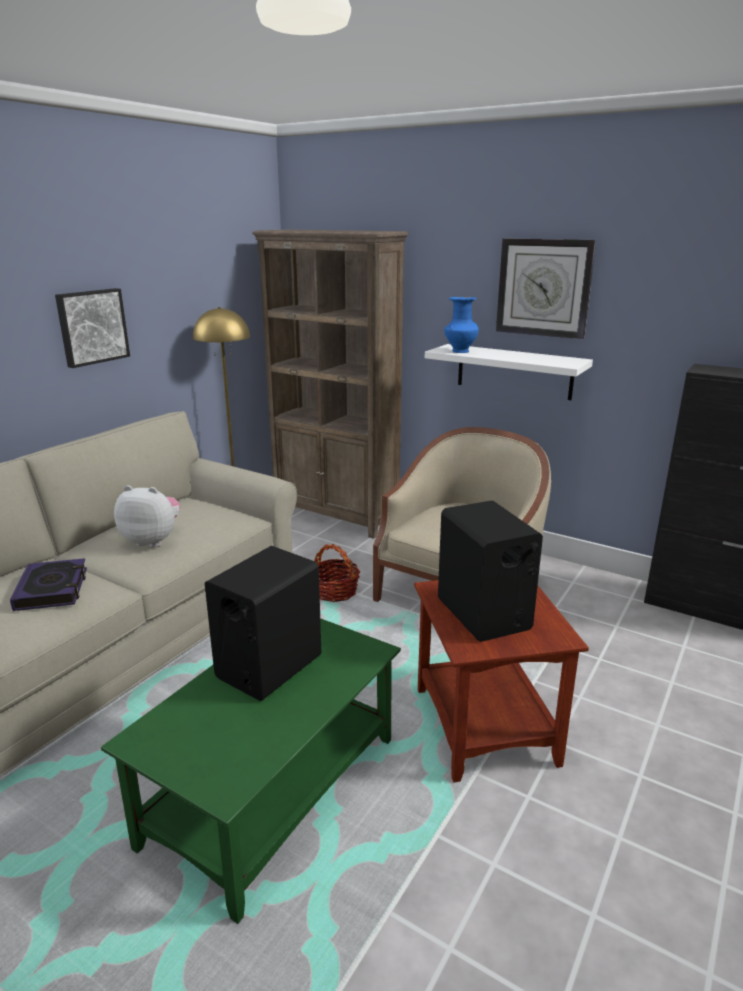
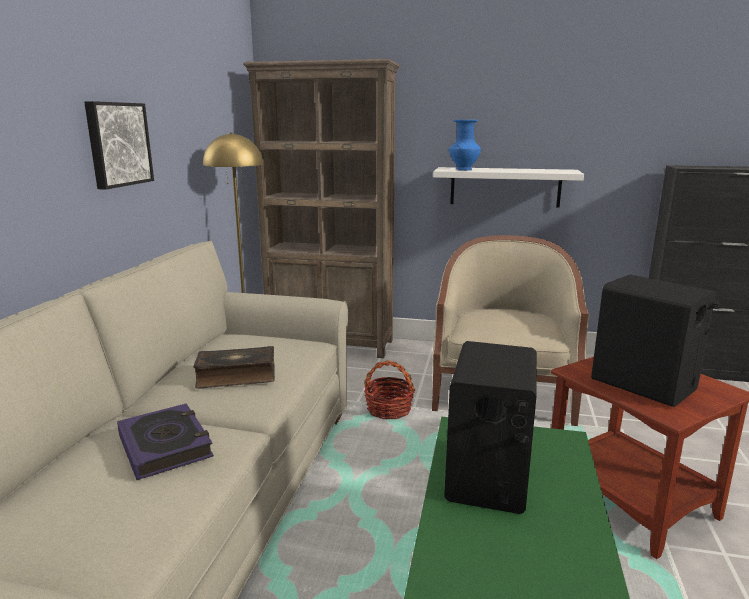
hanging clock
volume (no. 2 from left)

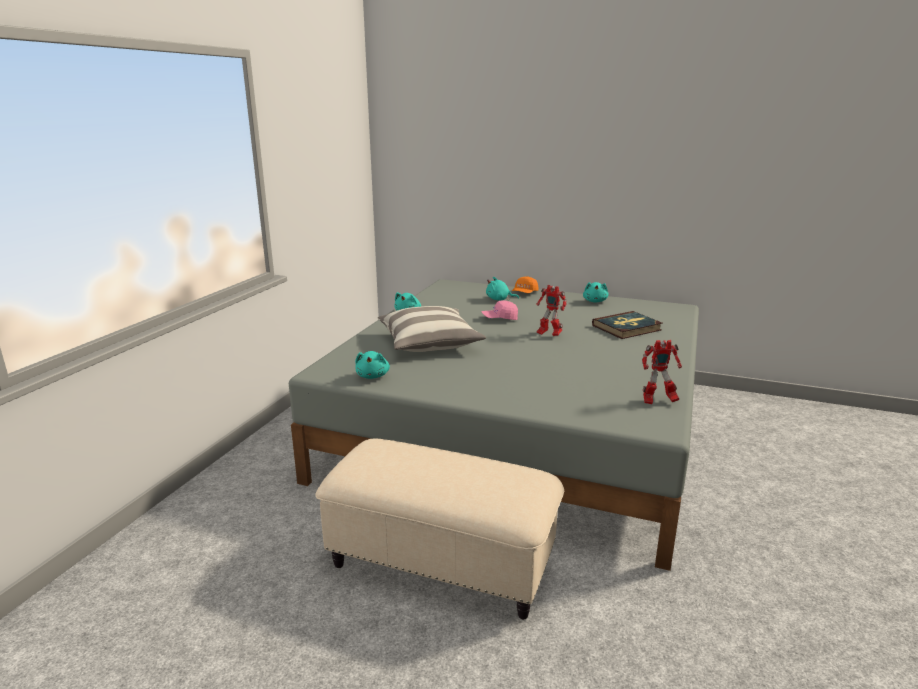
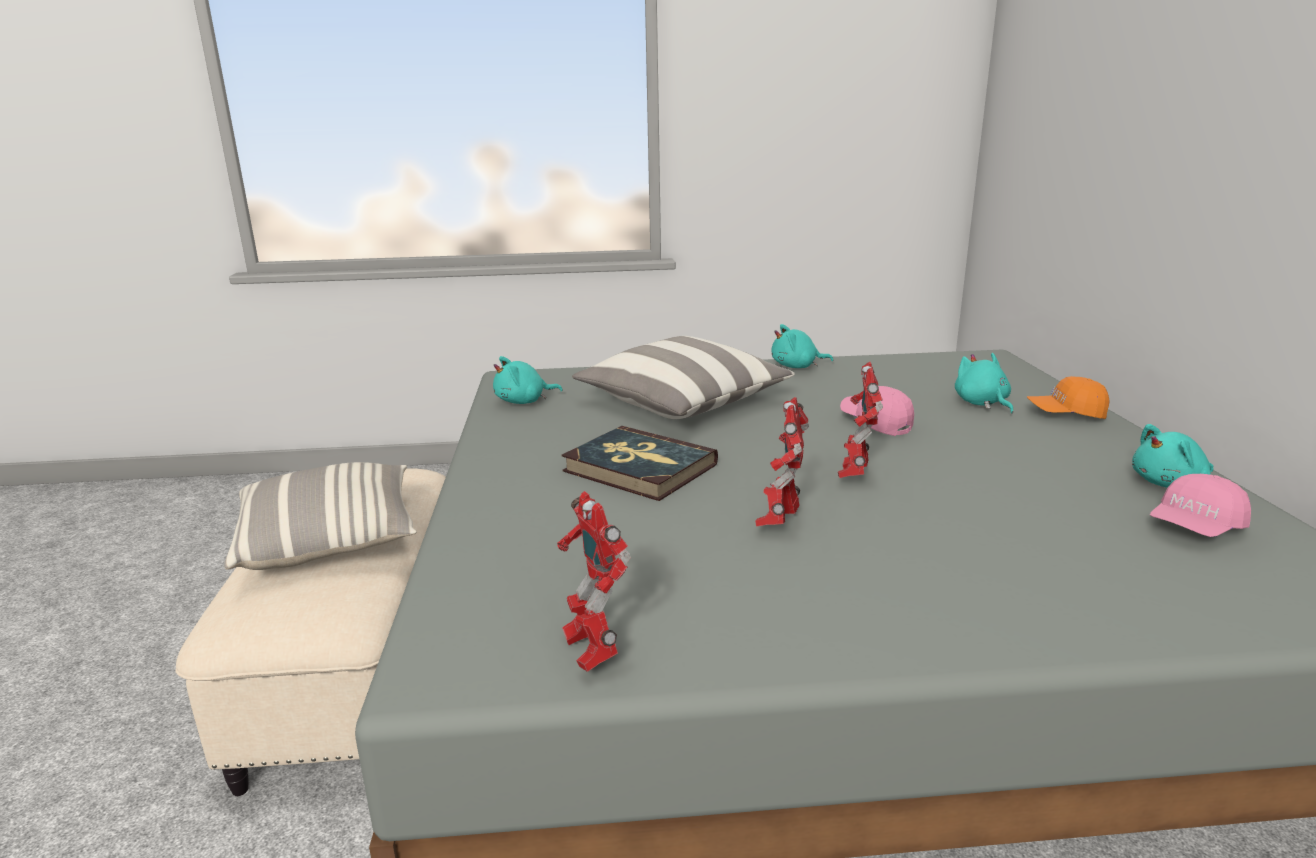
volume
model robot (no. 2 from left)
throw pillow (no. 1 from left)
baseball cap (pink-coloured) (no. 2 from left)

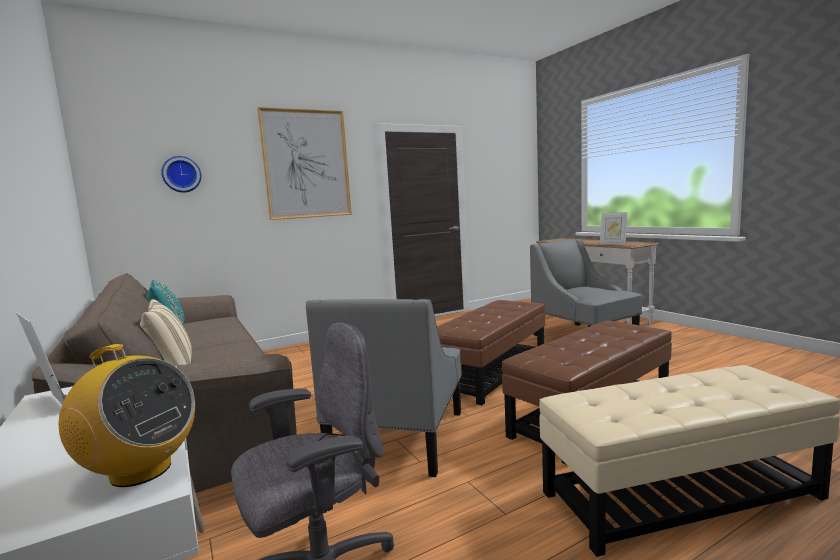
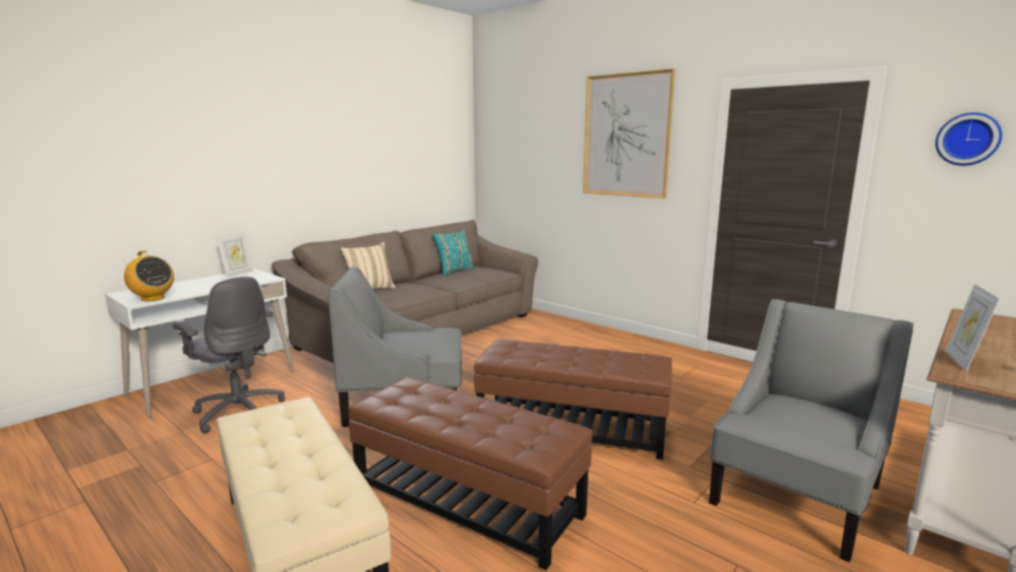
hanging clock
radio receiver

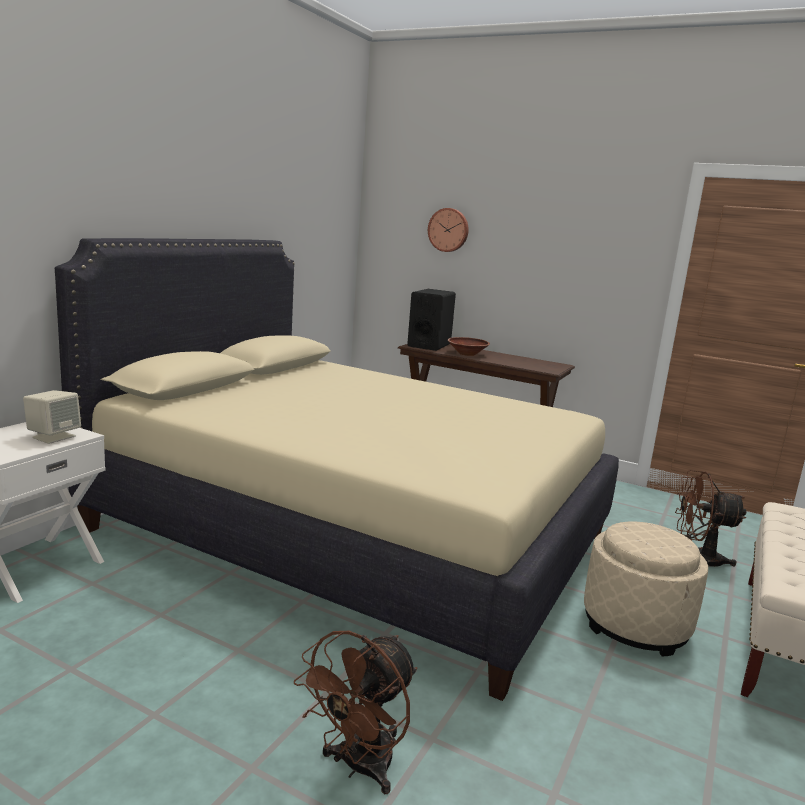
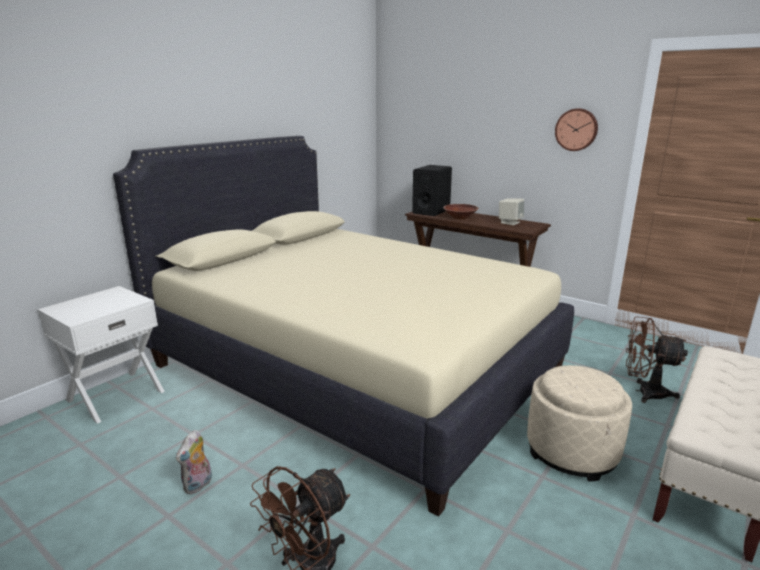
hanging clock
speaker (beige-coloured)
cuddly toy

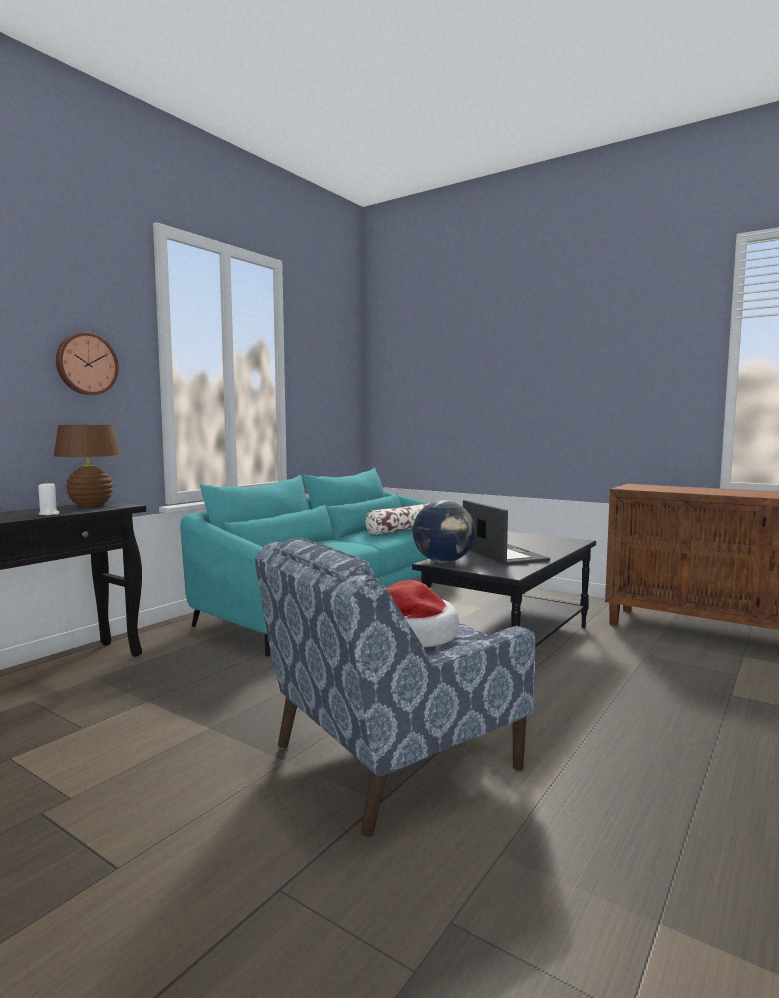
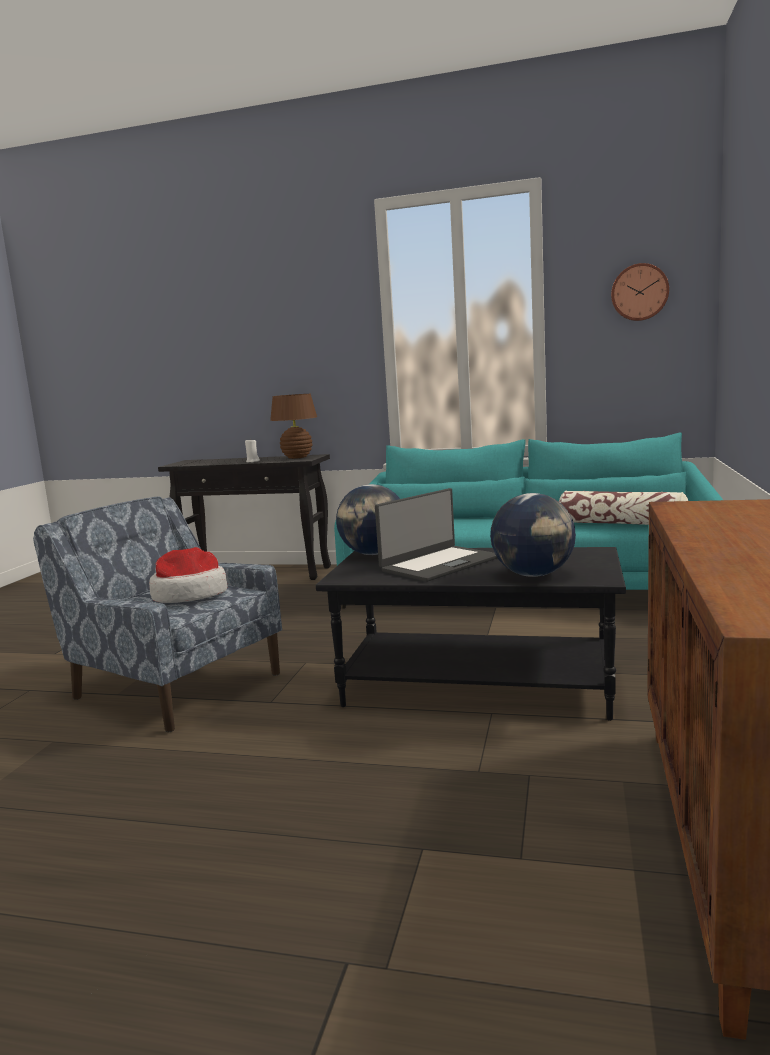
hanging clock
world globe (no. 2 from left)

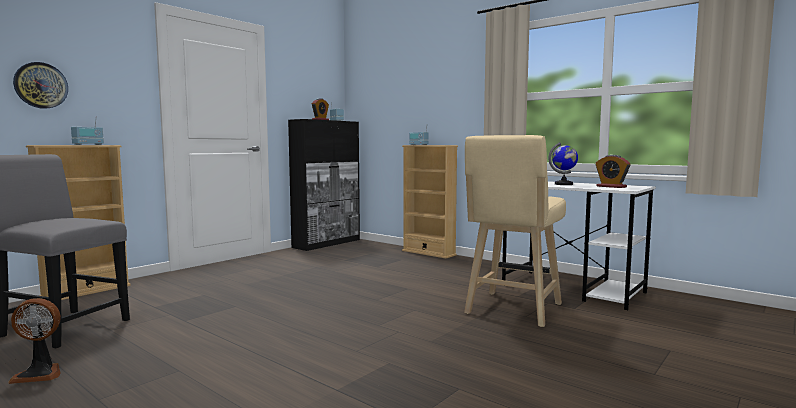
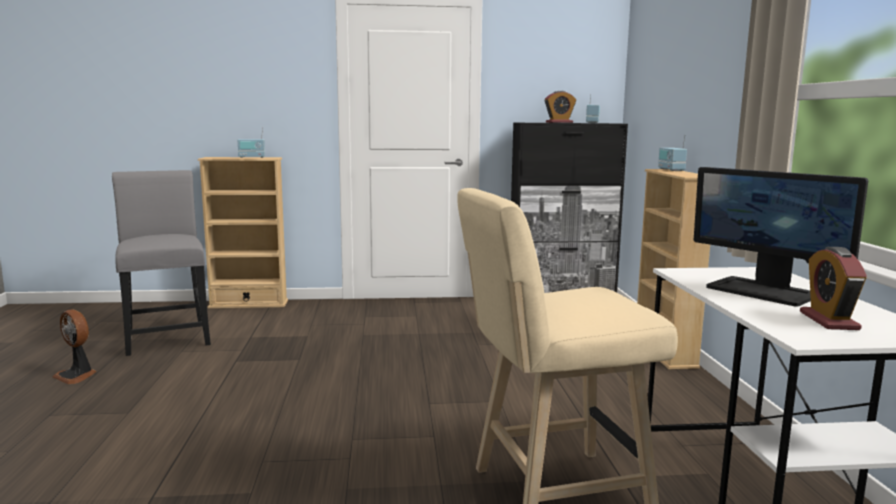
hanging clock
computer display

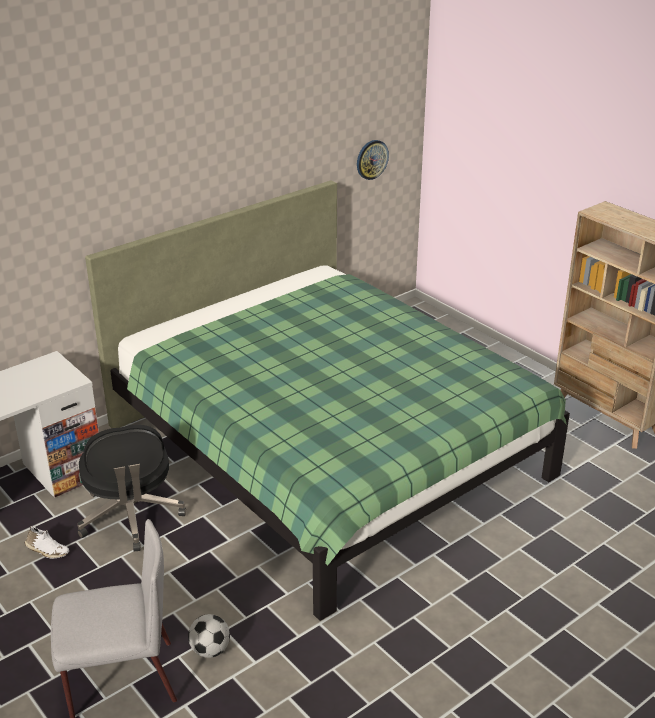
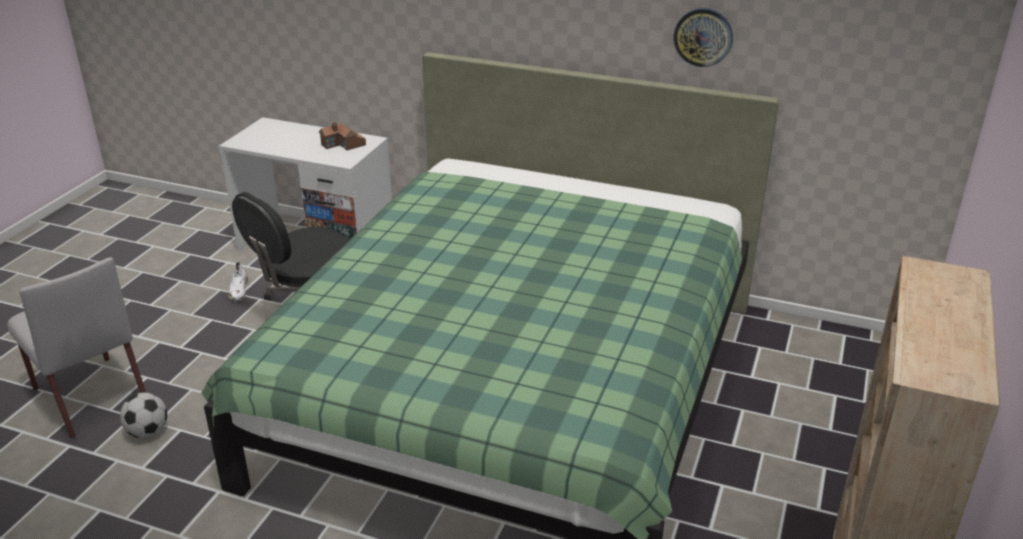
hanging clock
miniature house

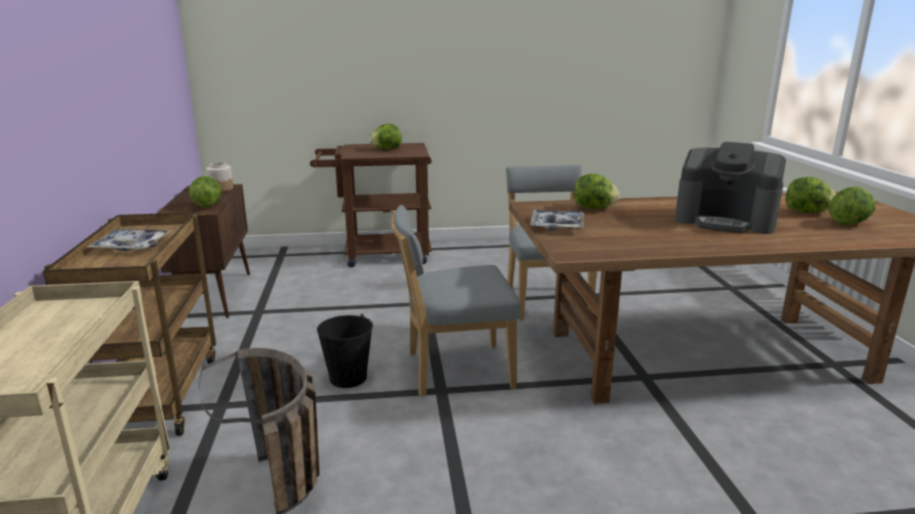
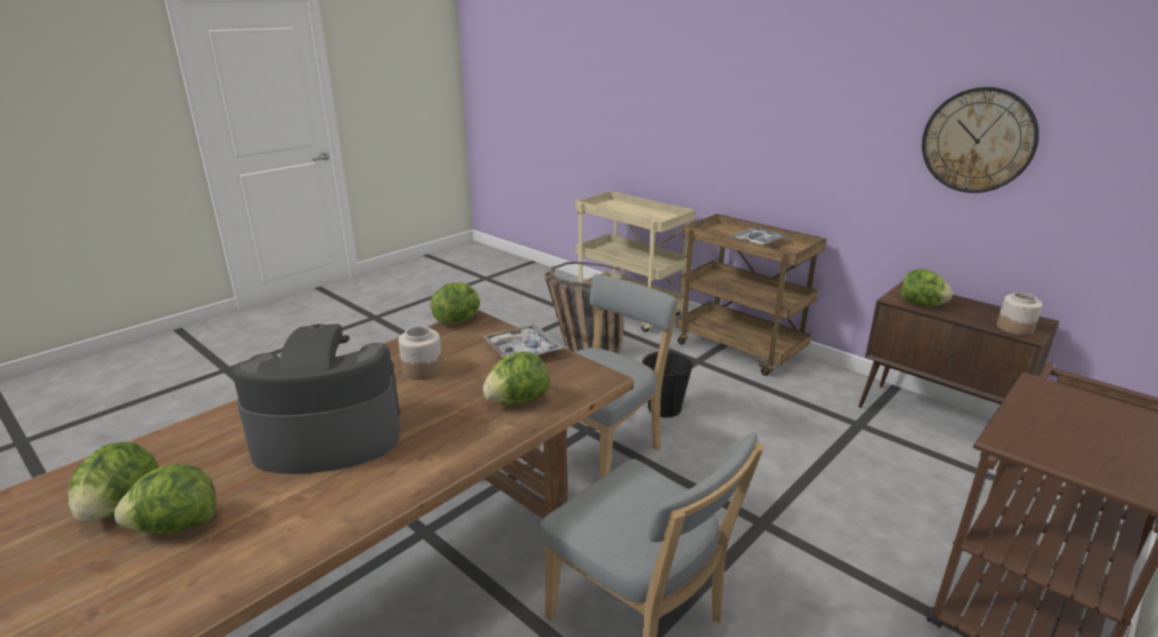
lettuce (no. 3 from left)
hanging clock
preserve jar (no. 1 from left)

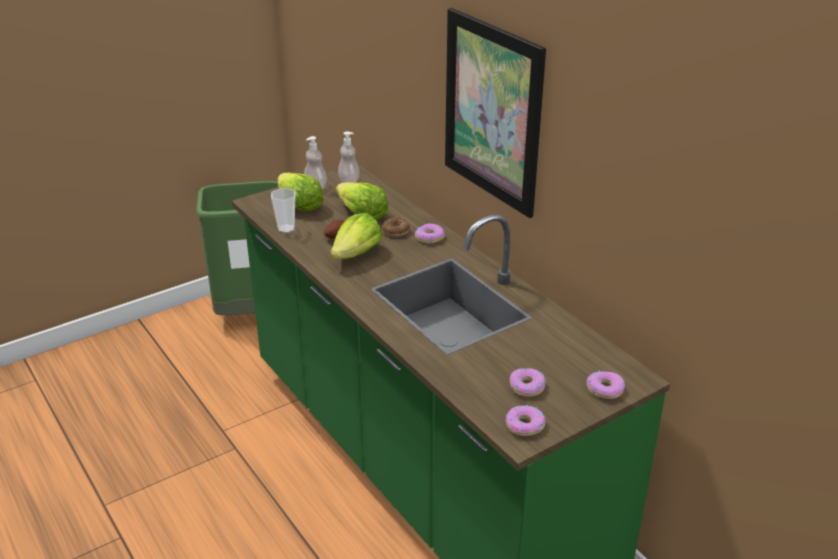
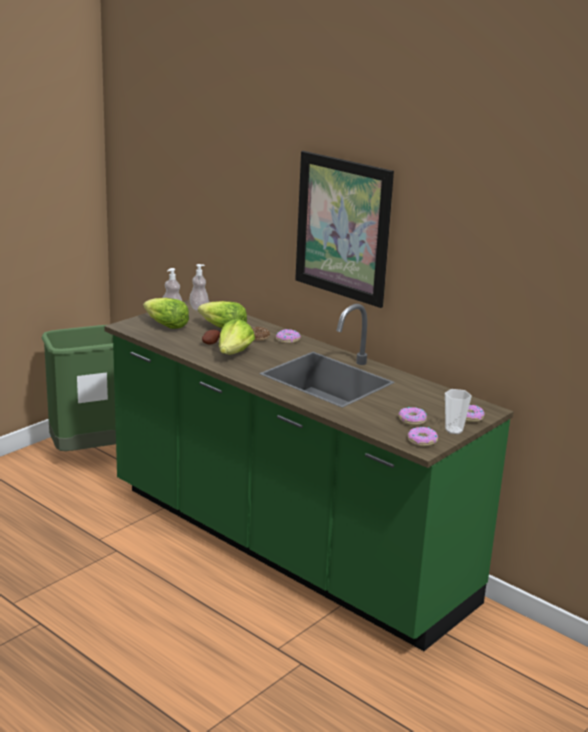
drinking cup

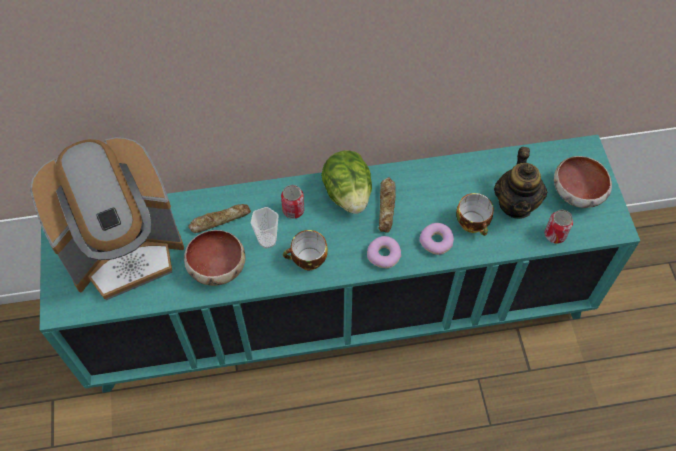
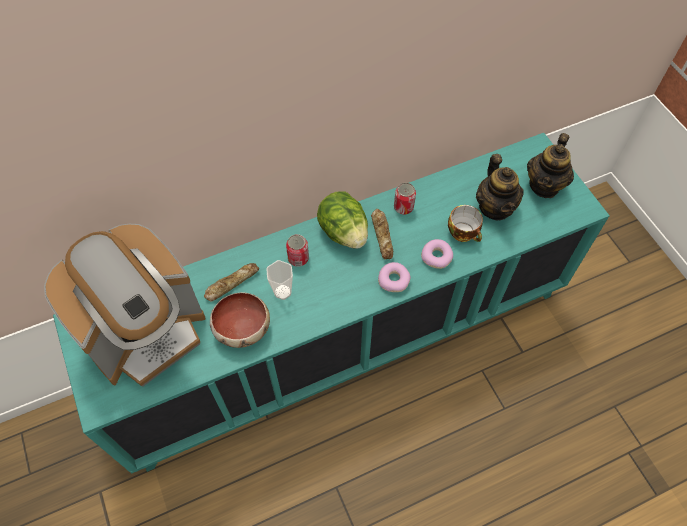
tea pot (no. 2 from left)
sealed can (no. 2 from left)
drinking cup (no. 2 from left in the first image)

